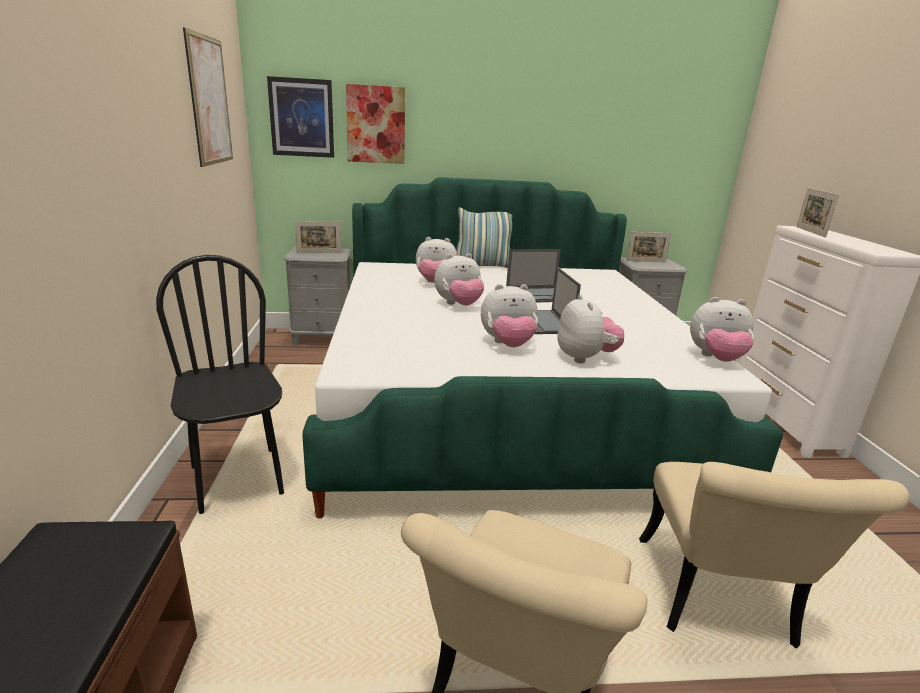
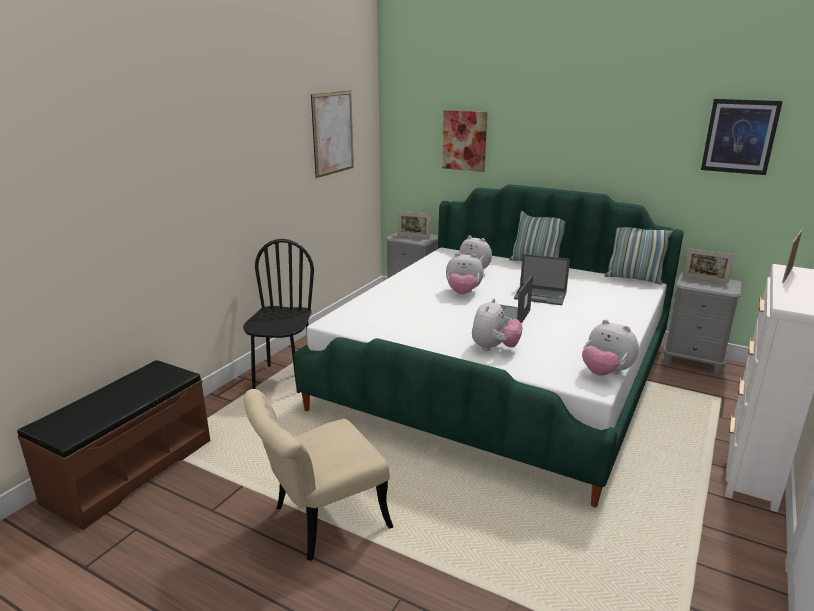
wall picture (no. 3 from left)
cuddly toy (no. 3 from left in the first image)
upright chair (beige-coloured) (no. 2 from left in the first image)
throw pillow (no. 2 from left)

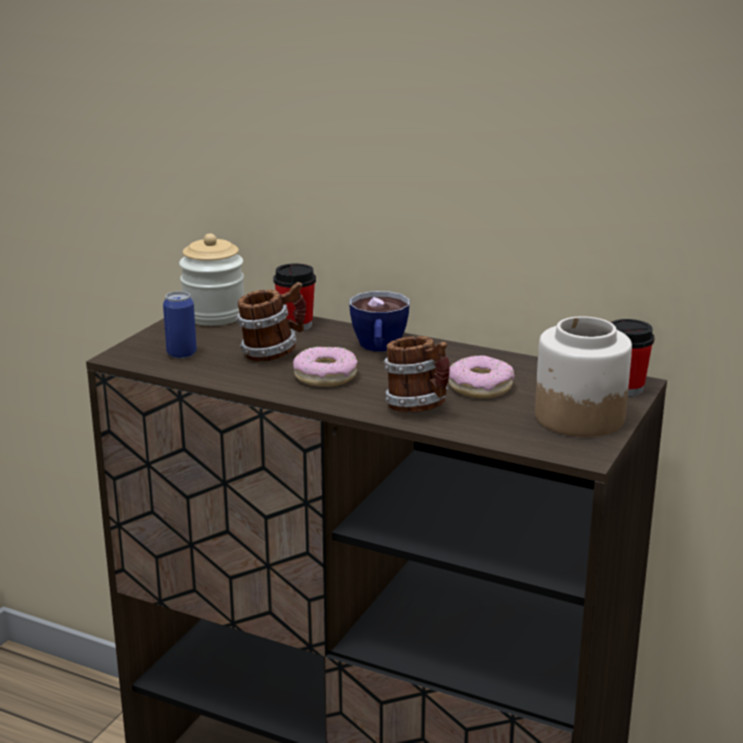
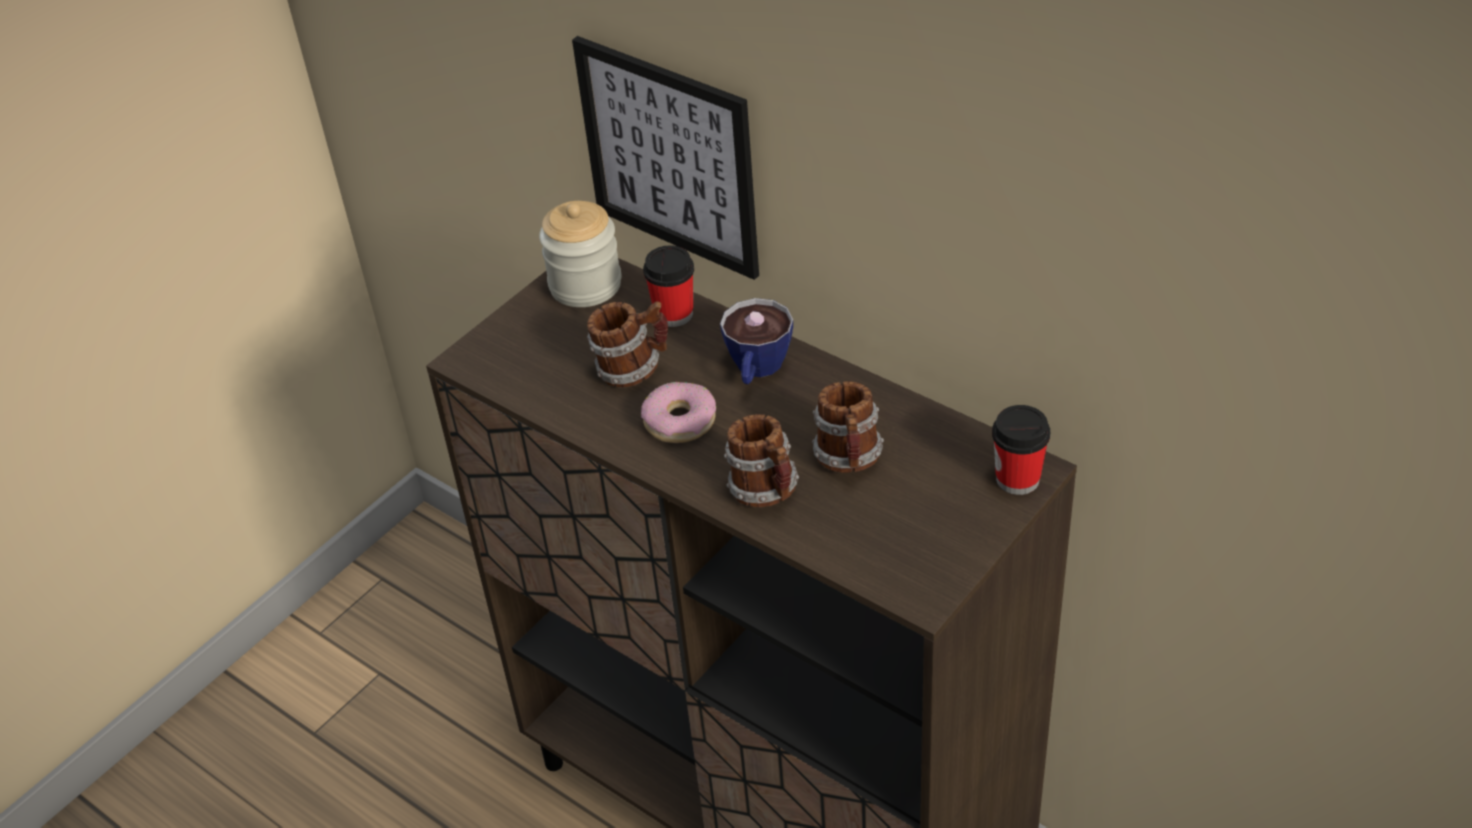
sealed can
preserve jar (no. 2 from left in the first image)
mug (no. 3 from left)
wall picture

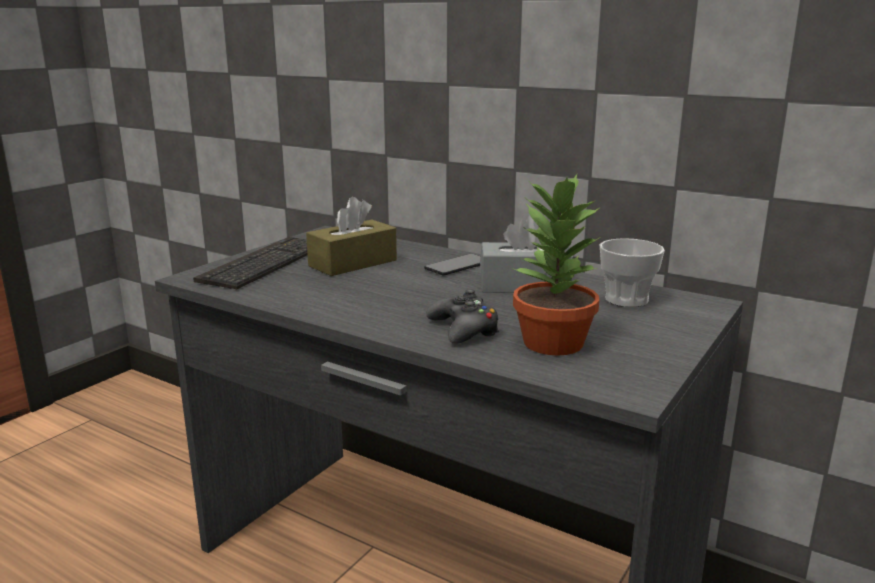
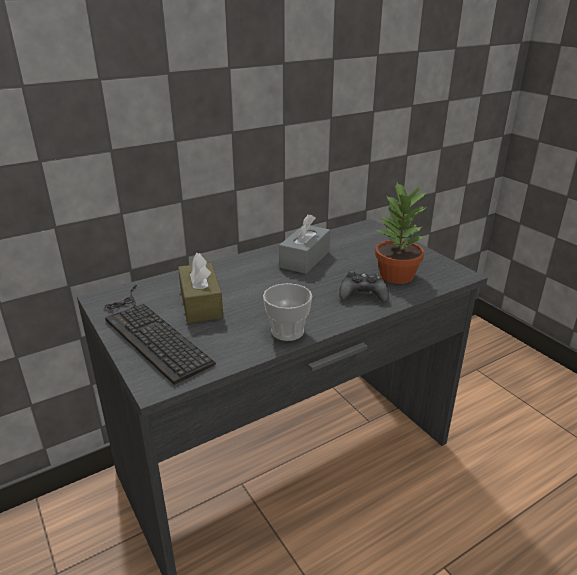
drinking cup
handset

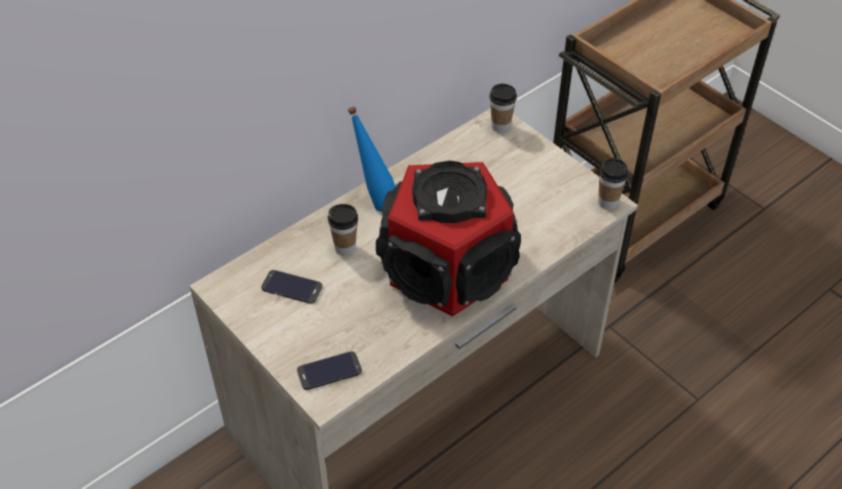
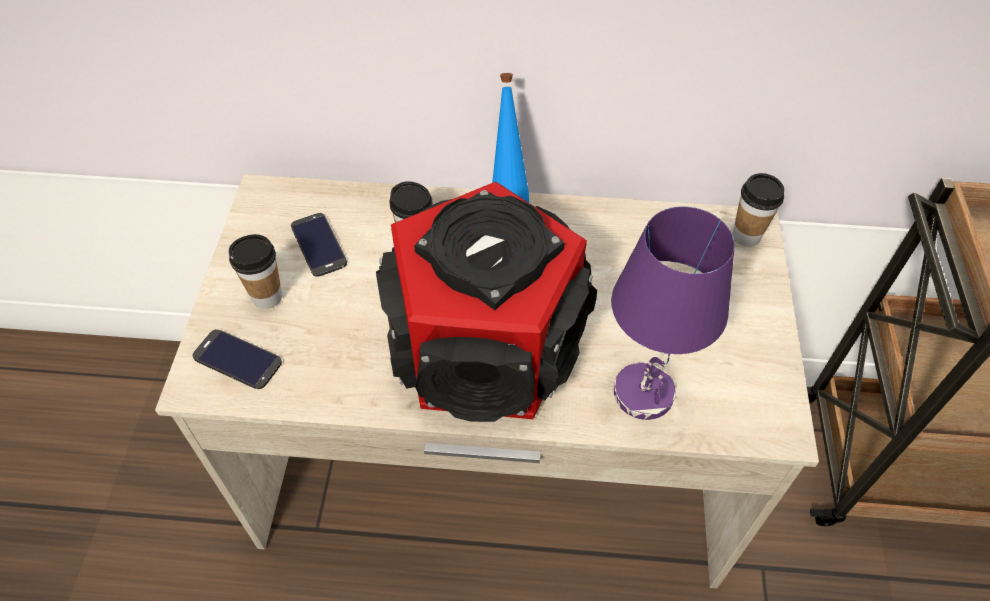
drinking cup (no. 1 from left)
tabletop lamp (purple)

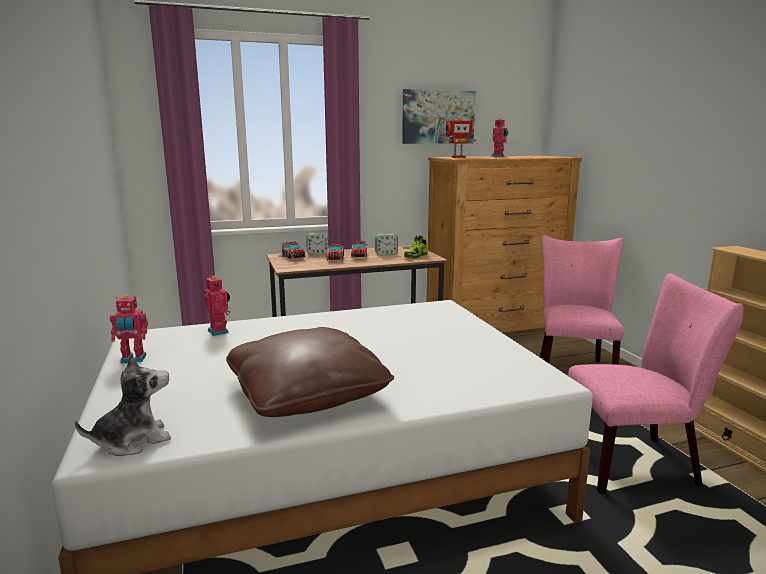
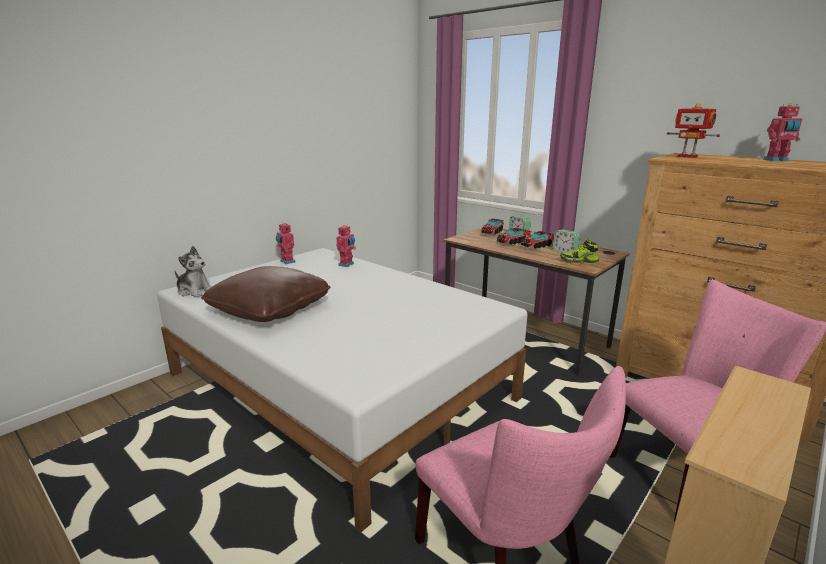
wall picture

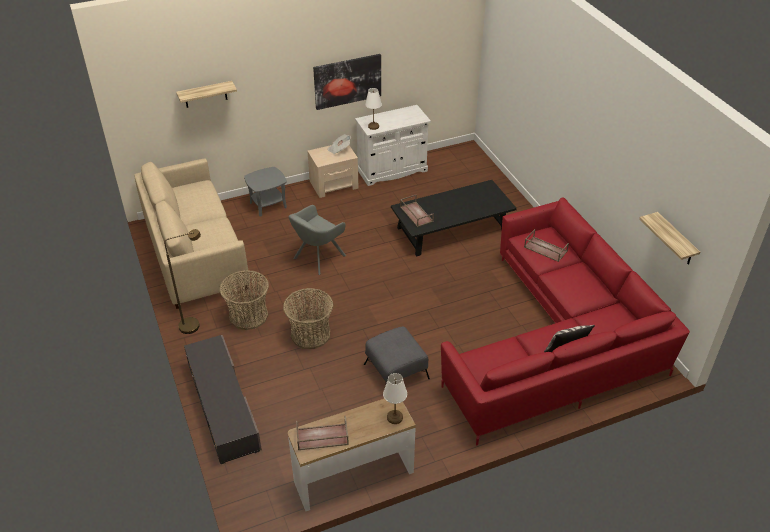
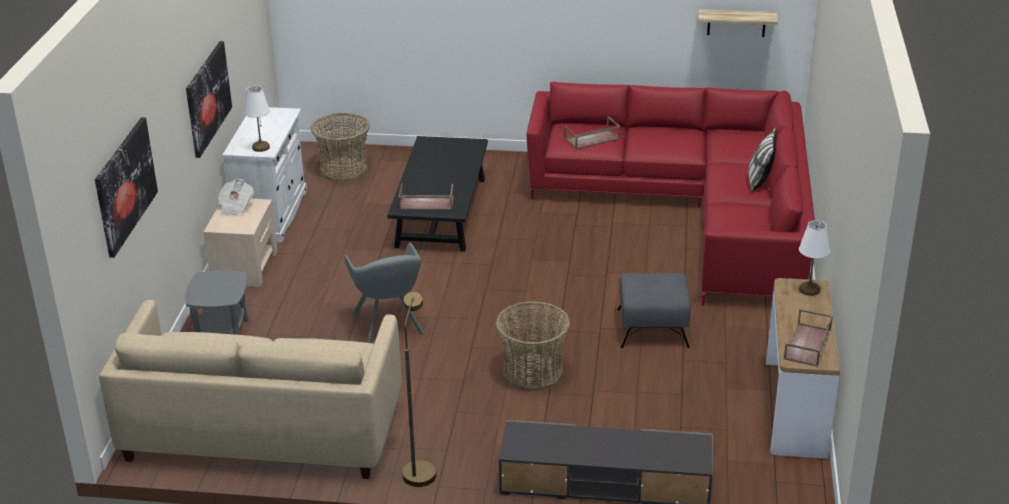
wall picture (no. 1 from left)
storage basket (no. 1 from left)

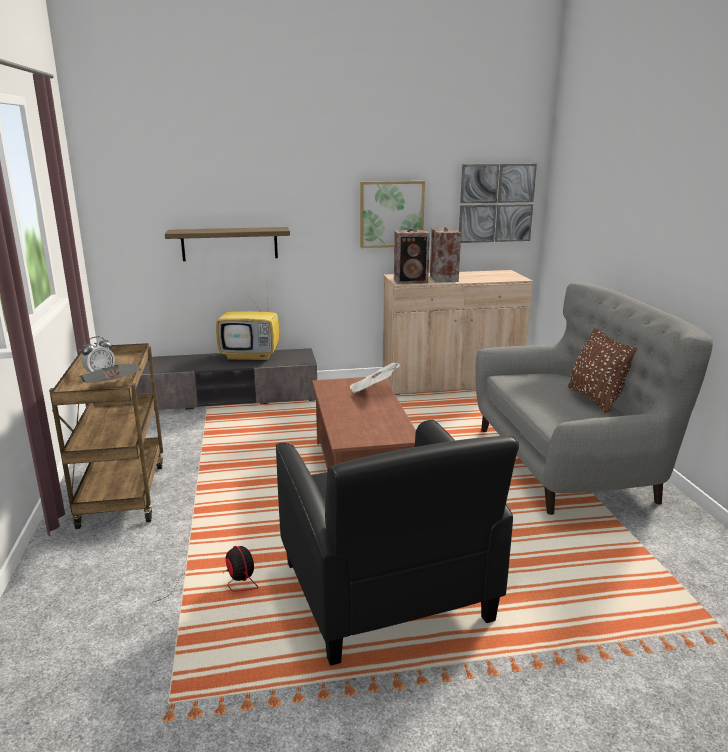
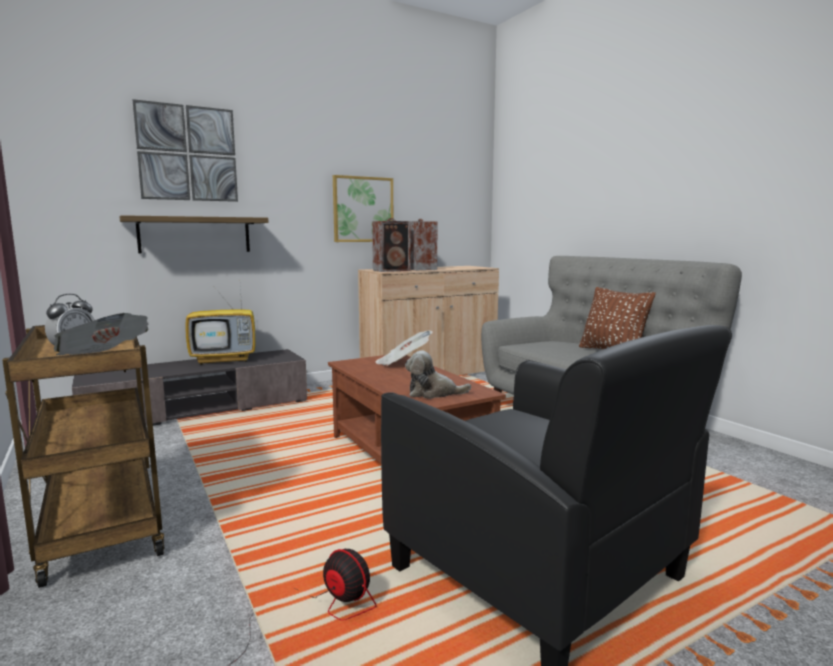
wall picture (no. 1 from left)
cuddly toy

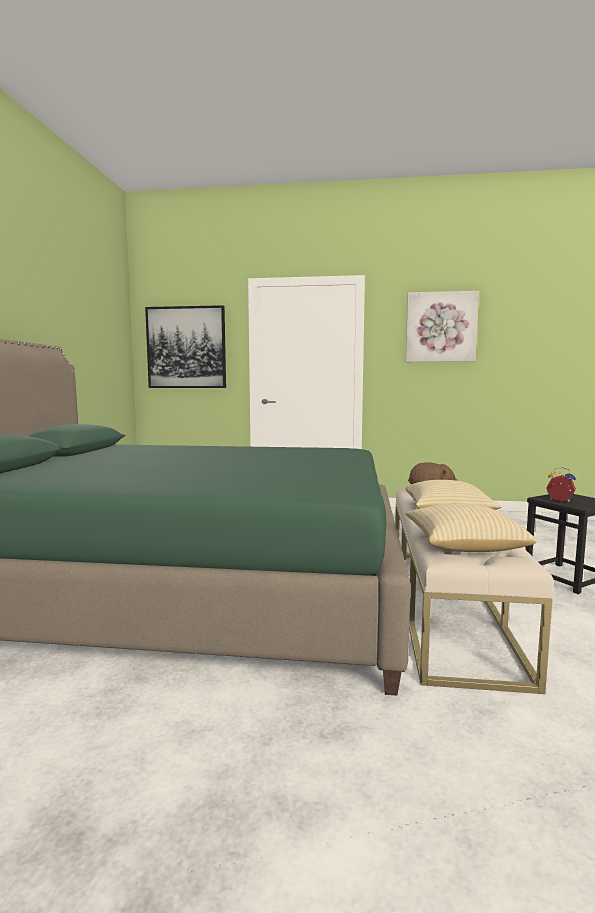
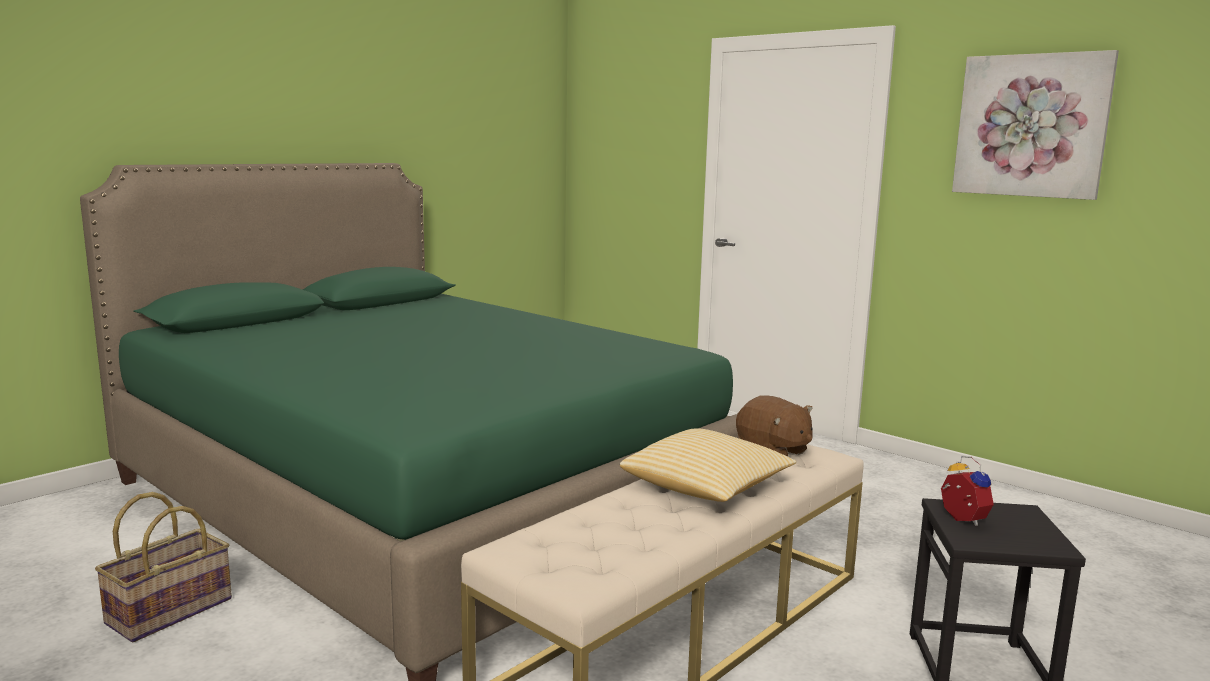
wall picture (no. 1 from left in the first image)
throw pillow (no. 2 from left in the first image)
storage basket

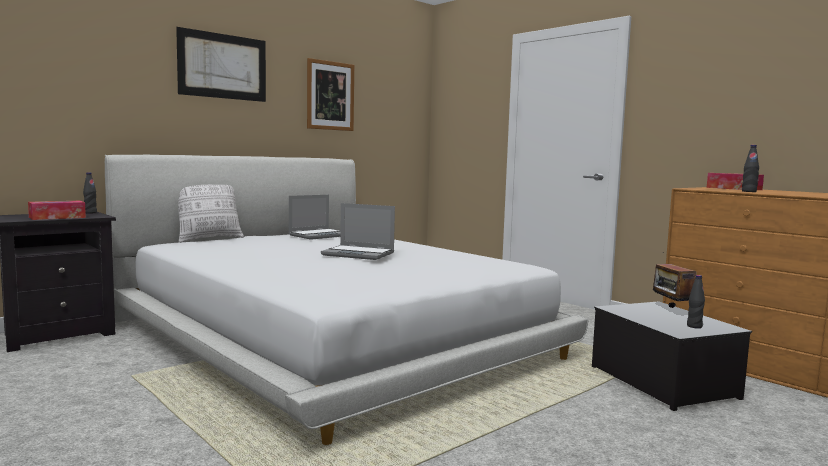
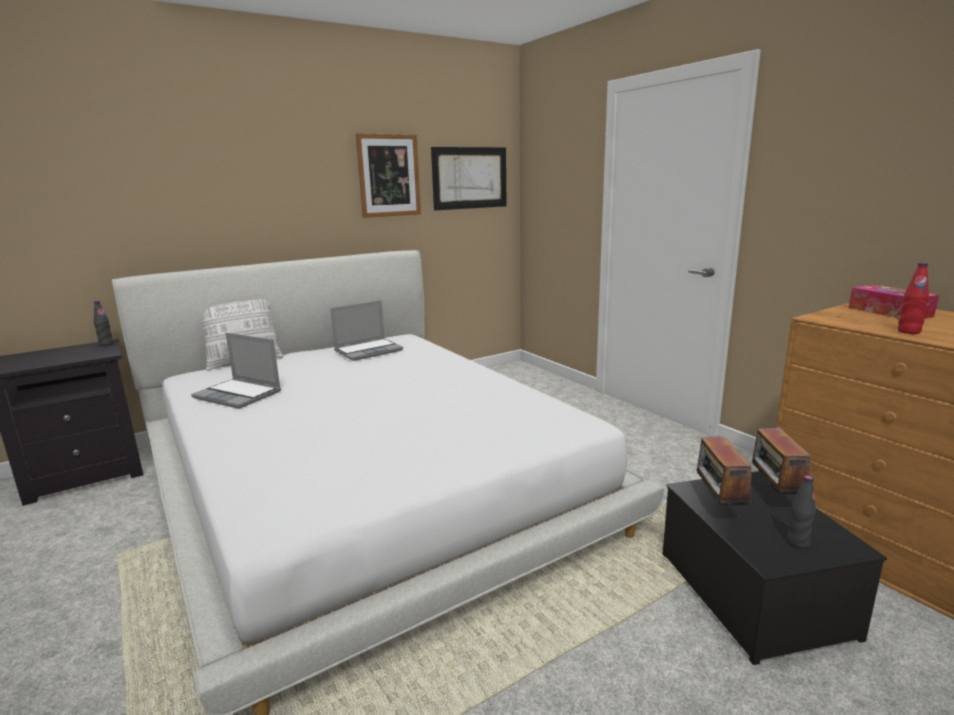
wall picture (no. 2 from left)
beverage bottle (red-coloured)
box of tissues (no. 1 from left in the first image)
portable computer (no. 1 from left)
radio receiver (no. 1 from left)

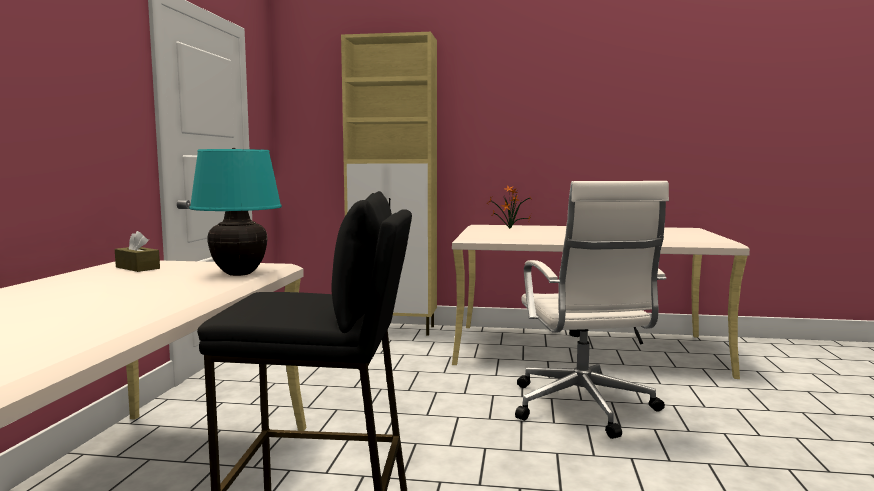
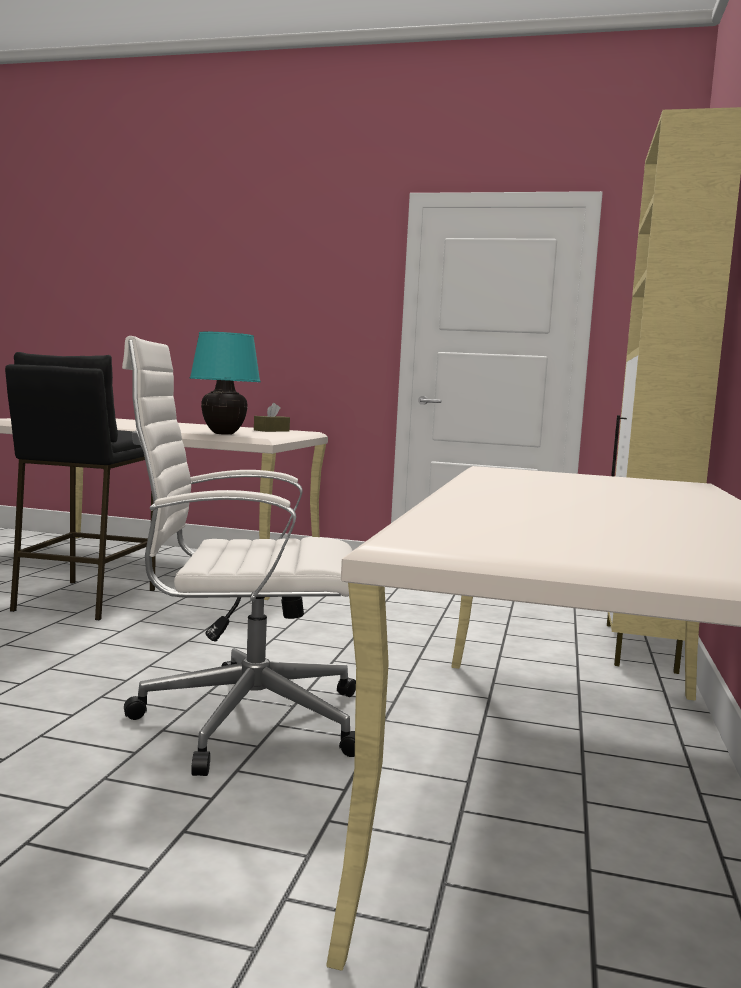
houseplant

